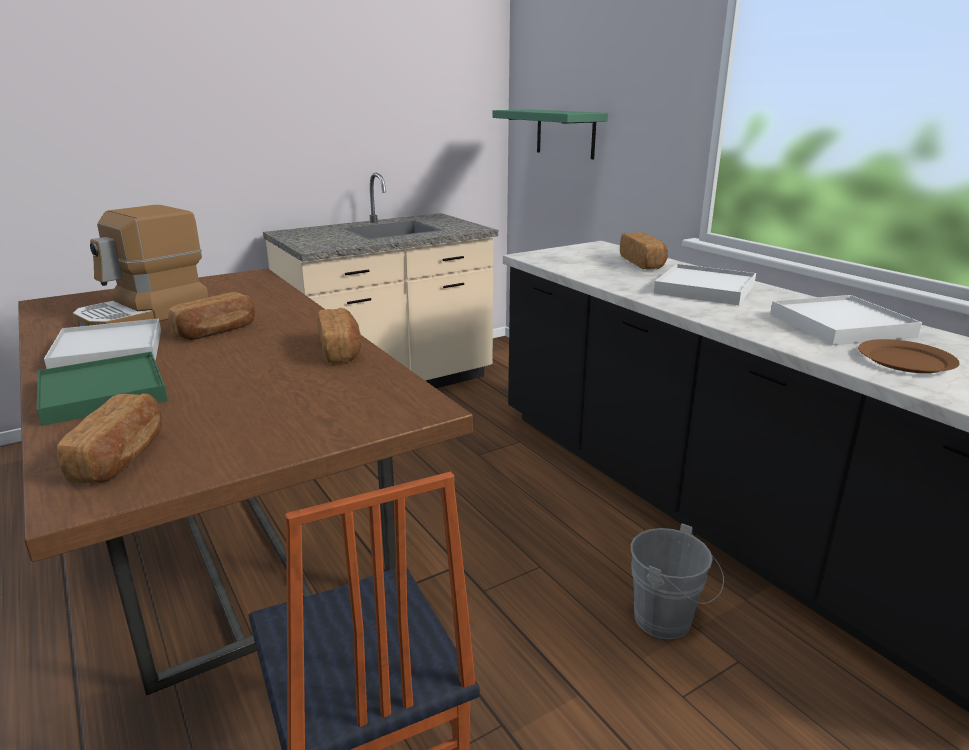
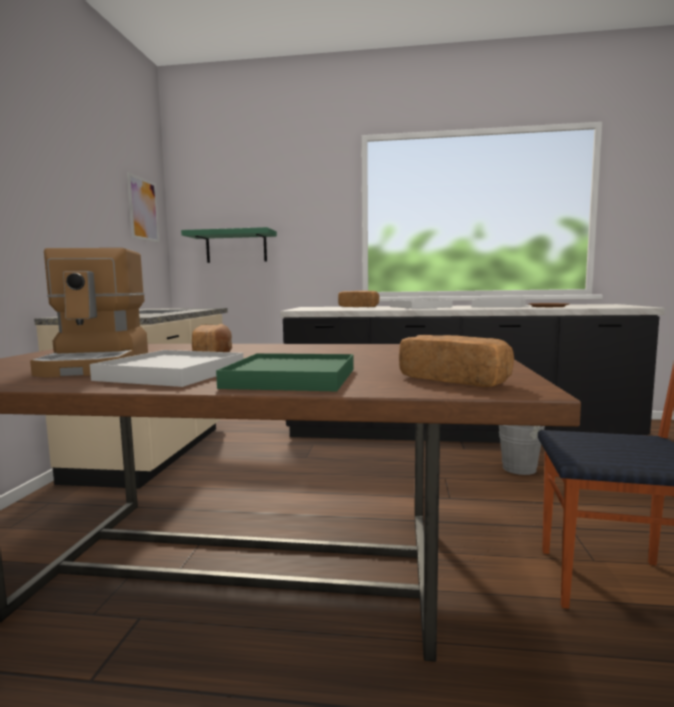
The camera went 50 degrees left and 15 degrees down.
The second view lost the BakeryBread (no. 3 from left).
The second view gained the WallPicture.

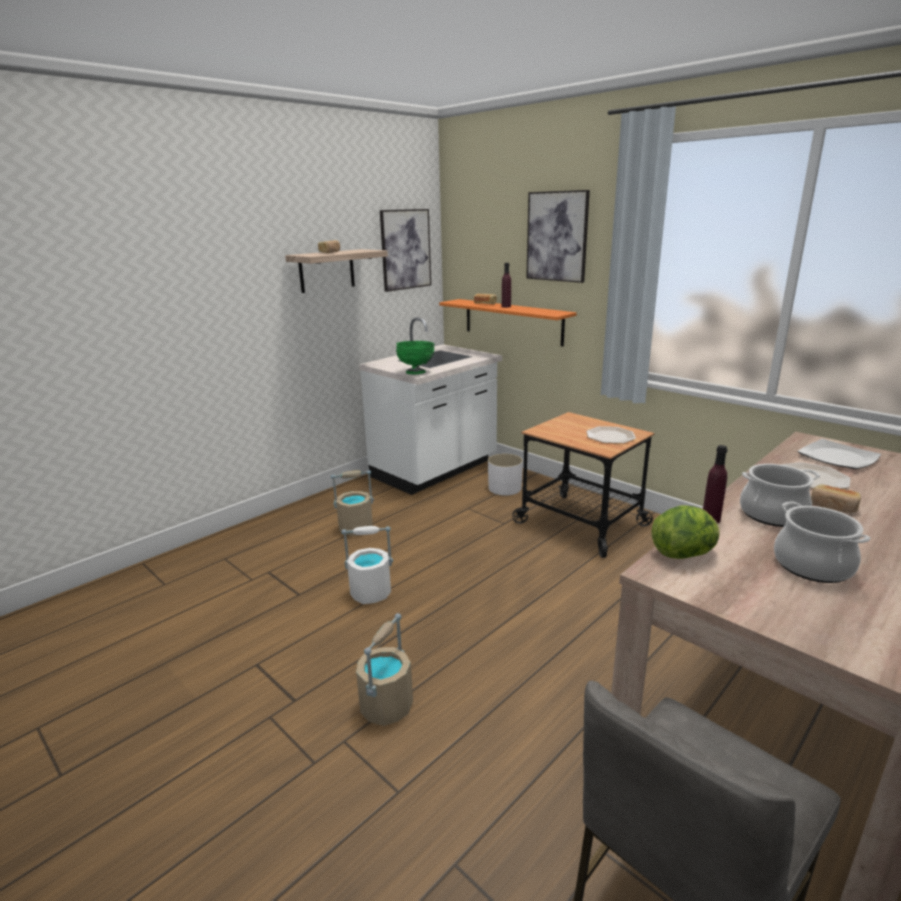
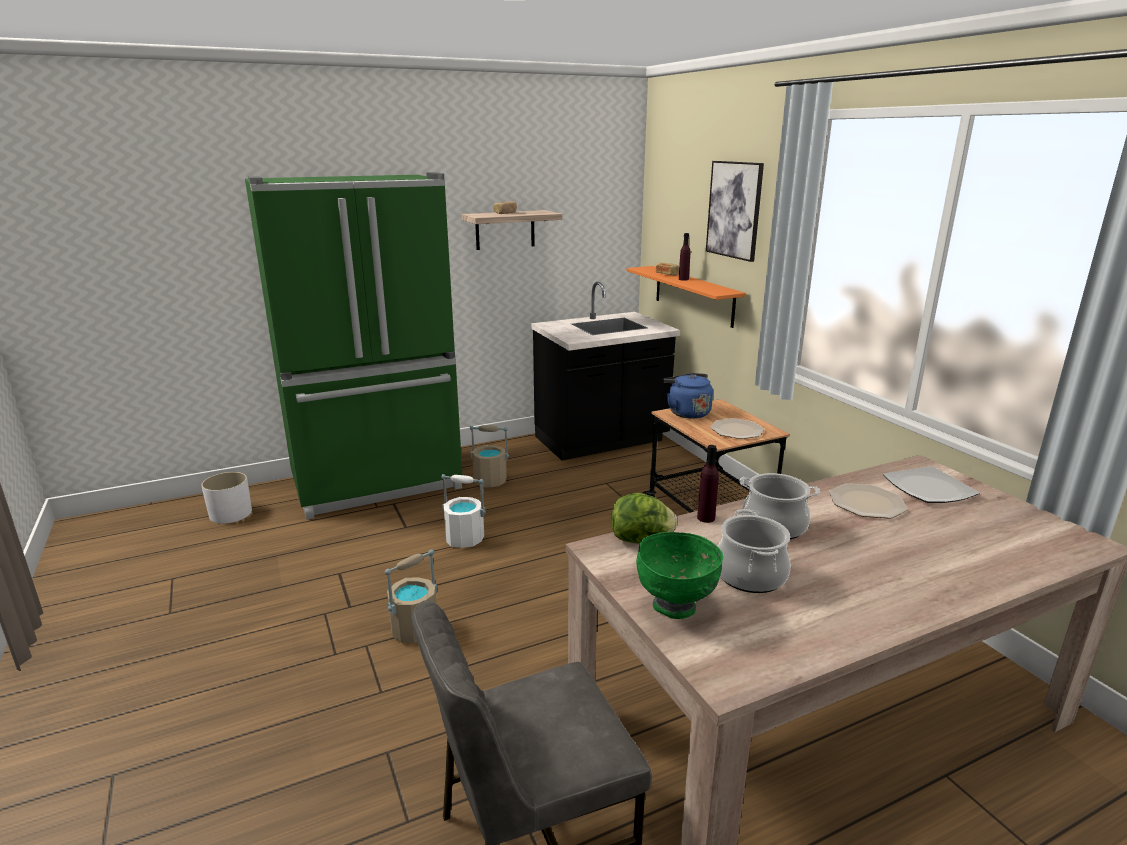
The camera went 20 degrees right and 0 degrees up.
What was the WhiteKitchenCounter turned into the BlackColouredKitchenCounter.
The second view lost the WallPicture (no. 1 from left).
The GreenishDeepDish ended up elsewhere.
The WhiteFlowerPot ended up elsewhere.
The second view lost the BakeryBread (no. 3 from left).
The second view gained the GreenishFridge.
The second view gained the BlueKettle.

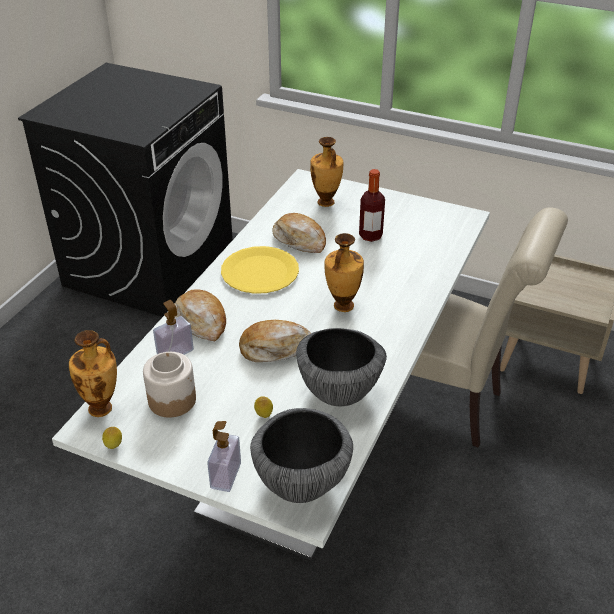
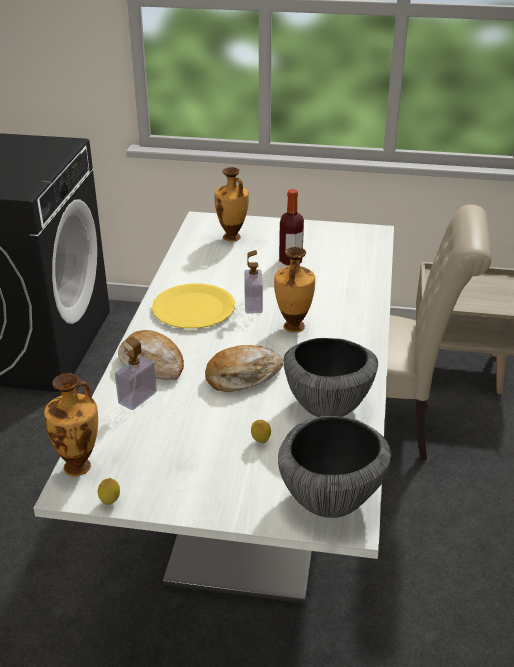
The camera went 15 degrees left and 5 degrees down.
The second view lost the StorageJar.
The LiquidSoapBottle (no. 2 from left) ended up elsewhere.
The second view lost the BakeryBread (no. 3 from left).

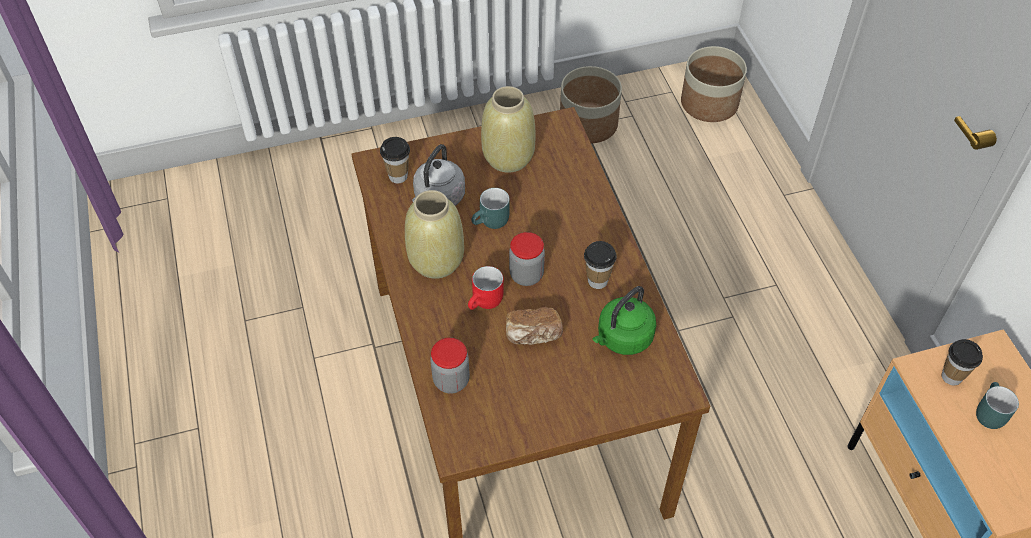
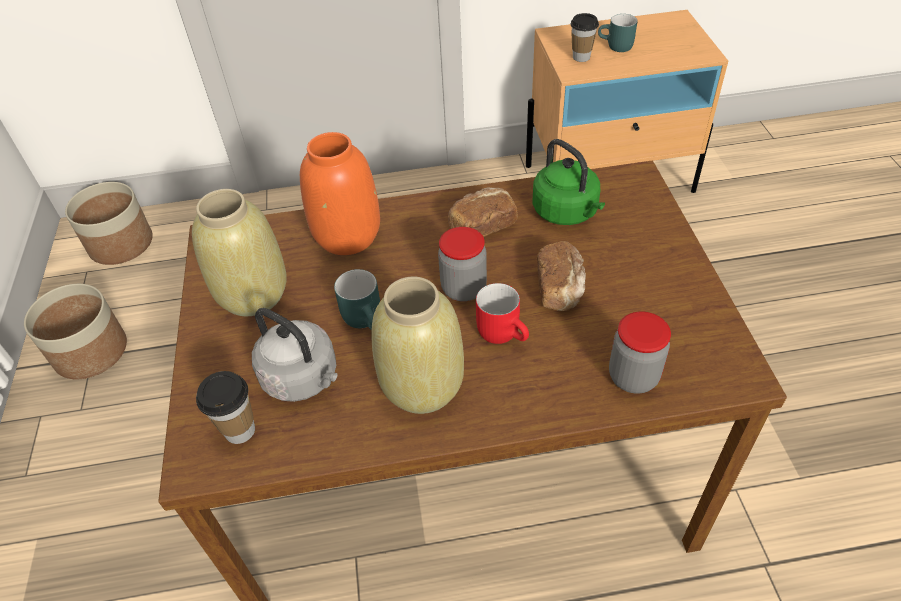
The camera went 80 degrees left and 5 degrees down.
Where the Cup (no. 2 from left) stood, the BakeryBread (no. 1 from left) came to stand.
The second view gained the OrangeFlowerVase.

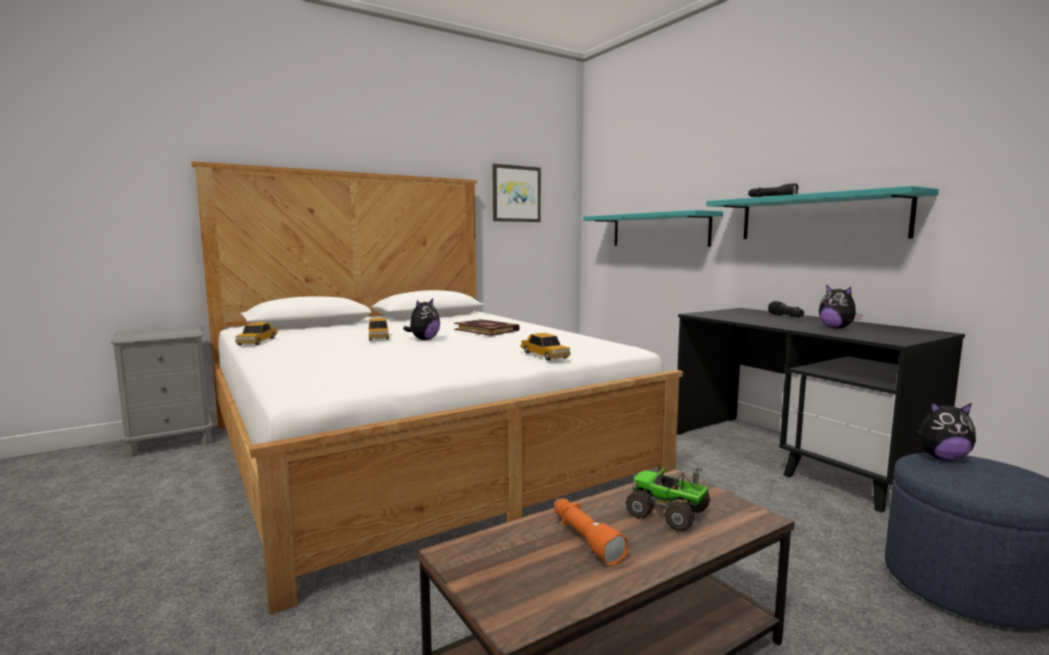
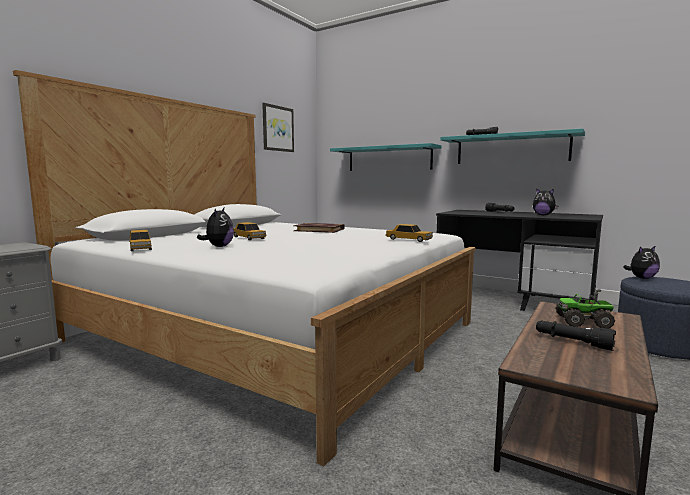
The camera went 25 degrees left and 0 degrees up.
The PlushToy (no. 1 from left) ended up elsewhere.
What was the OrangeTorch turned into the BlackColouredTorch (no. 3 from left).

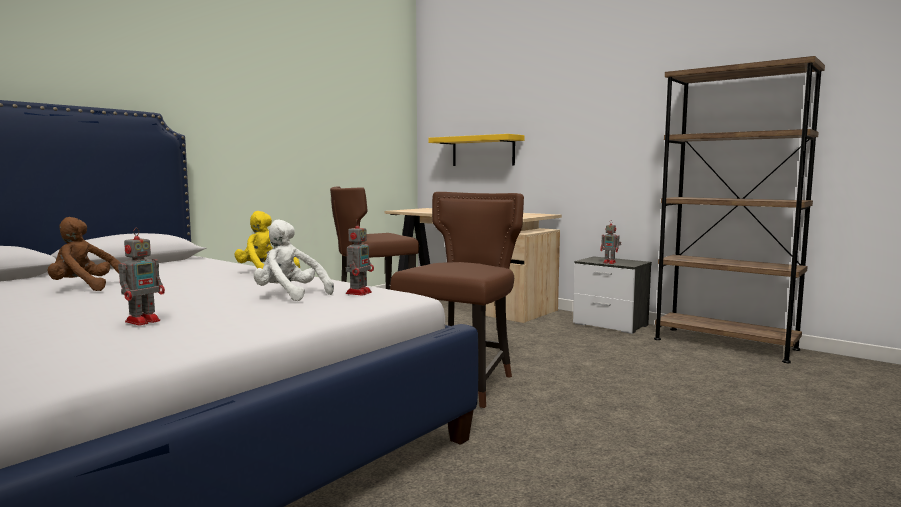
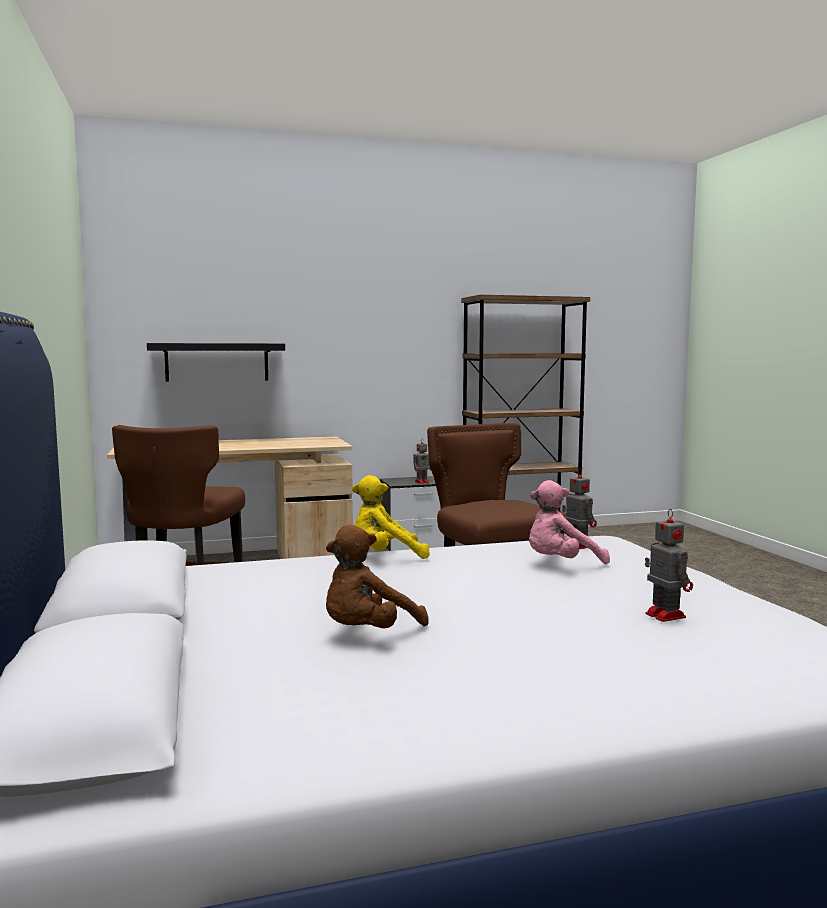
The camera went 55 degrees left and 0 degrees up.
What was the WhitePlushToy turned into the PinkishPlushToy.
What was the YellowColouredShelf turned into the BlackColouredShelf.

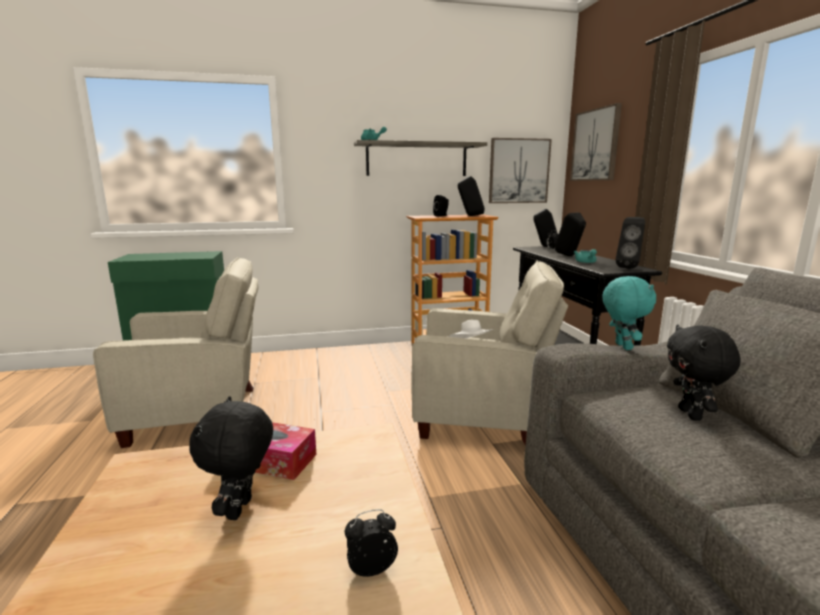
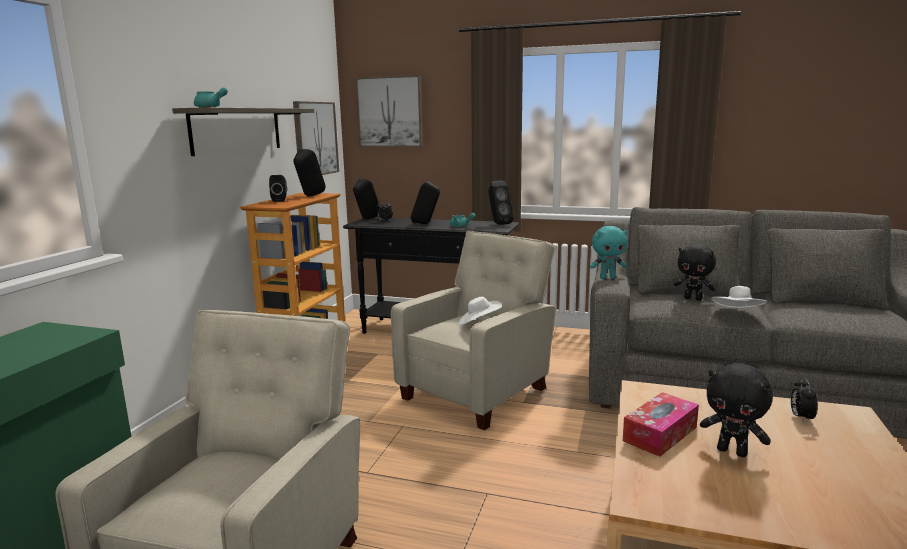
The camera went 60 degrees left and 0 degrees up.
The BlueGreenPlushToy ended up facing another way, 150 degrees clockwise from before.
The second view gained the WhiteClothingHat (no. 2 from left).

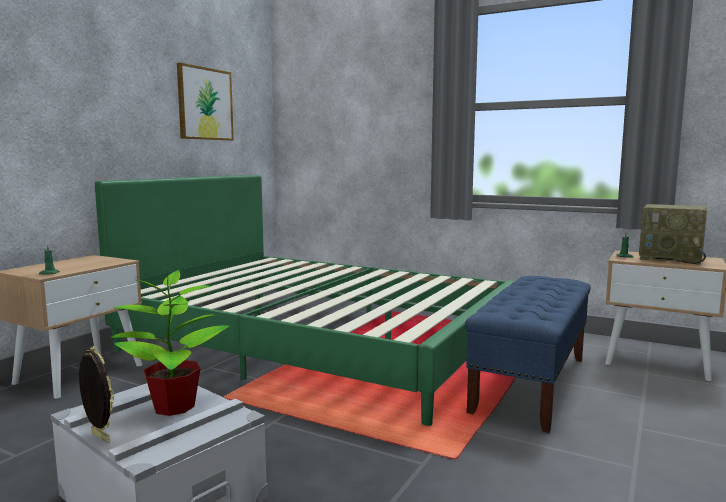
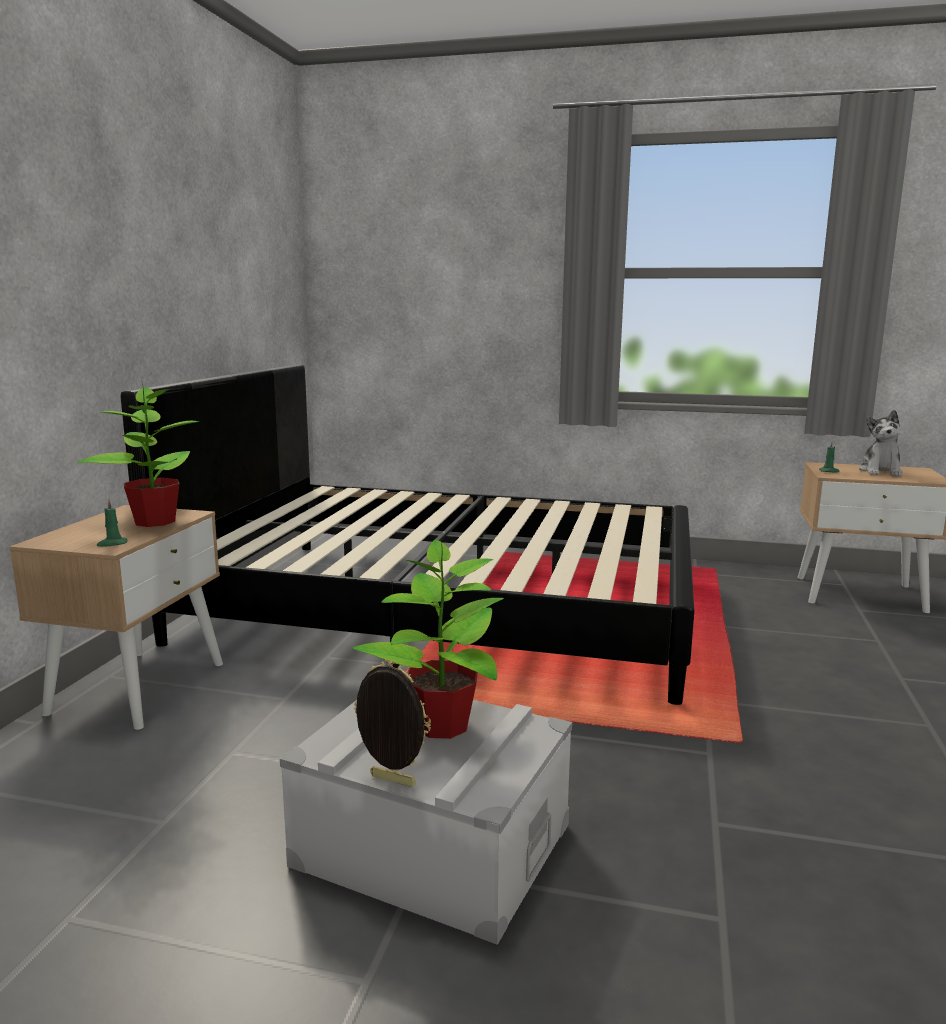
The camera went 15 degrees left and 5 degrees up.
What was the GreenishBedroomBed turned into the BlackColouredBedroomBed.
The second view lost the WallPicture.
The second view lost the BlueLongSeat.
Where the RadioReceiver stood, the PlushToy came to stand.
The second view gained the PlantInAPot (no. 1 from left).

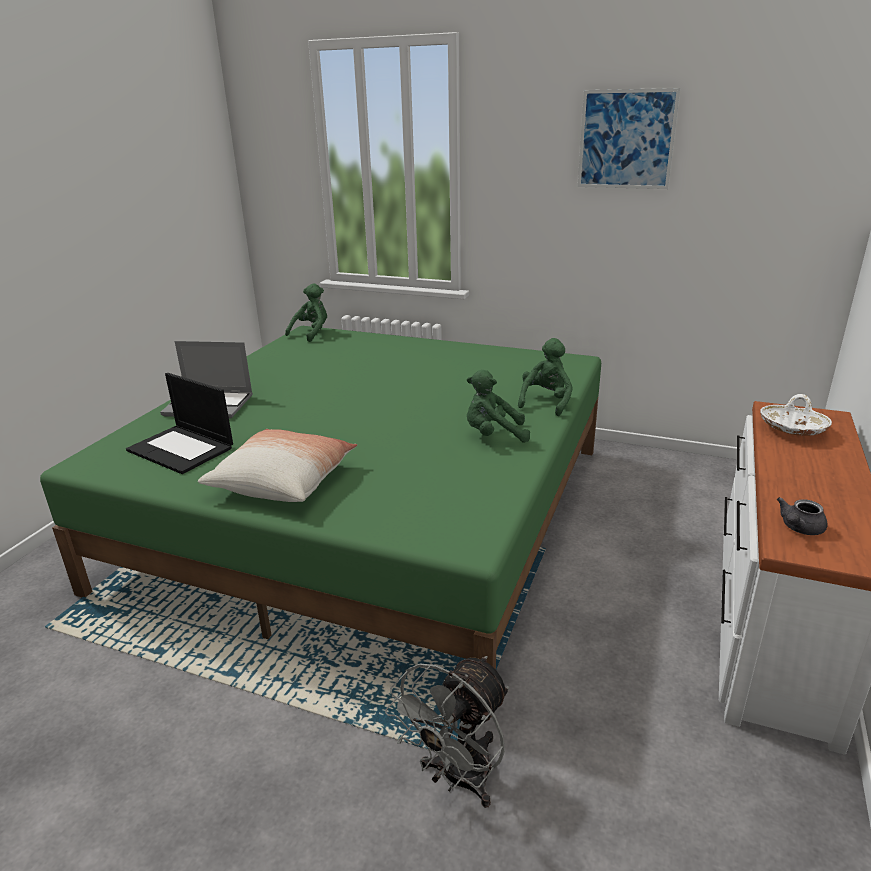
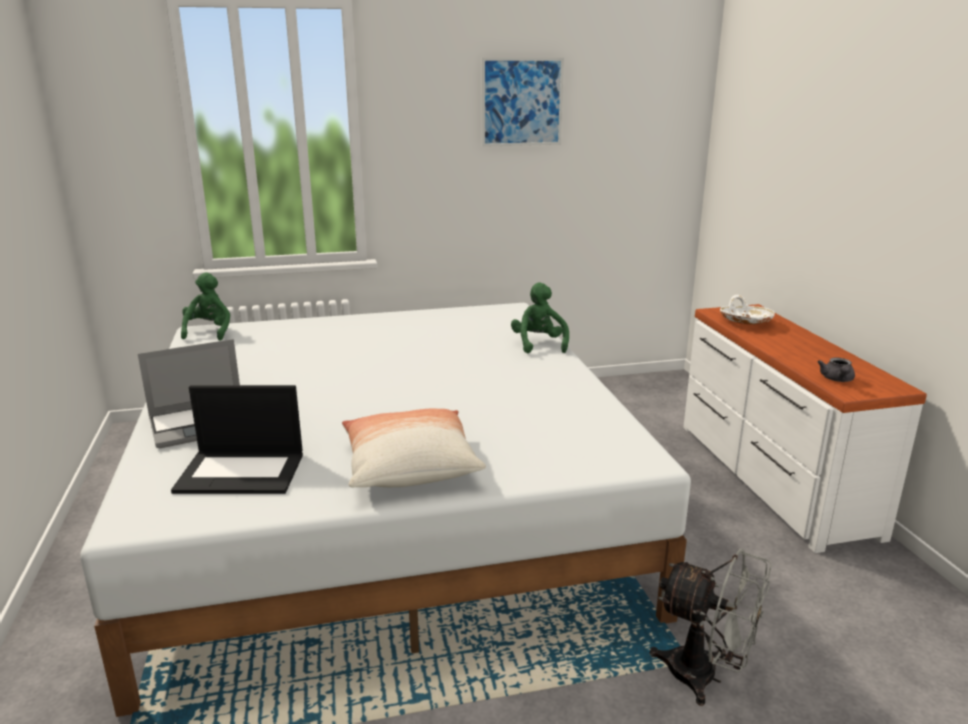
The camera went 35 degrees left and 5 degrees down.
What was the GreenishBedroomBed turned into the WhiteBedroomBed.
The GreyFan ended up facing another way, 60 degrees counterclockwise from before.
The second view lost the GreenishPlushToy (no. 2 from left).

